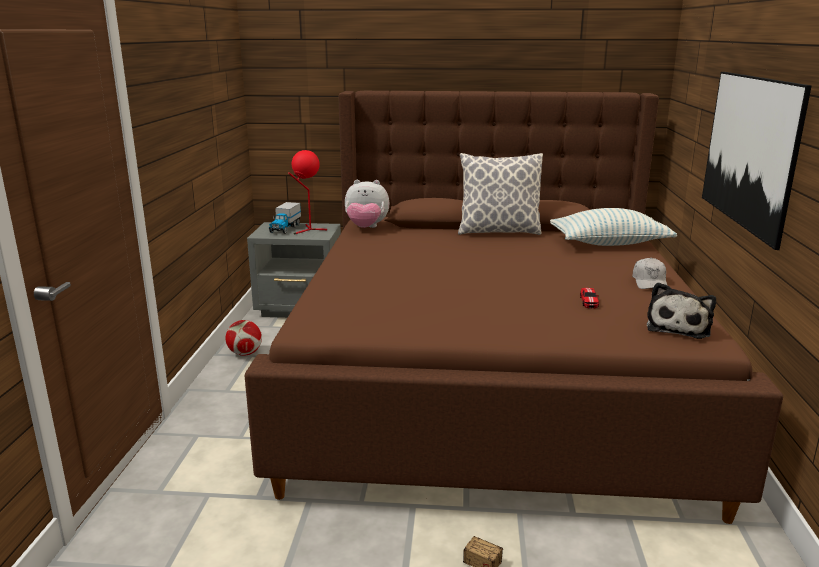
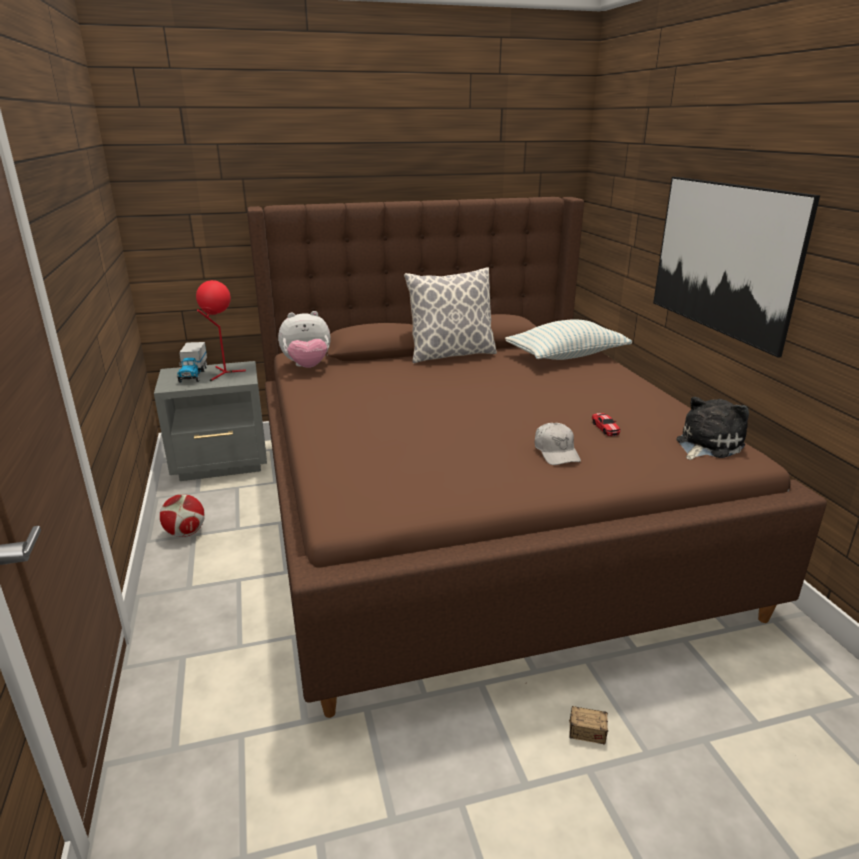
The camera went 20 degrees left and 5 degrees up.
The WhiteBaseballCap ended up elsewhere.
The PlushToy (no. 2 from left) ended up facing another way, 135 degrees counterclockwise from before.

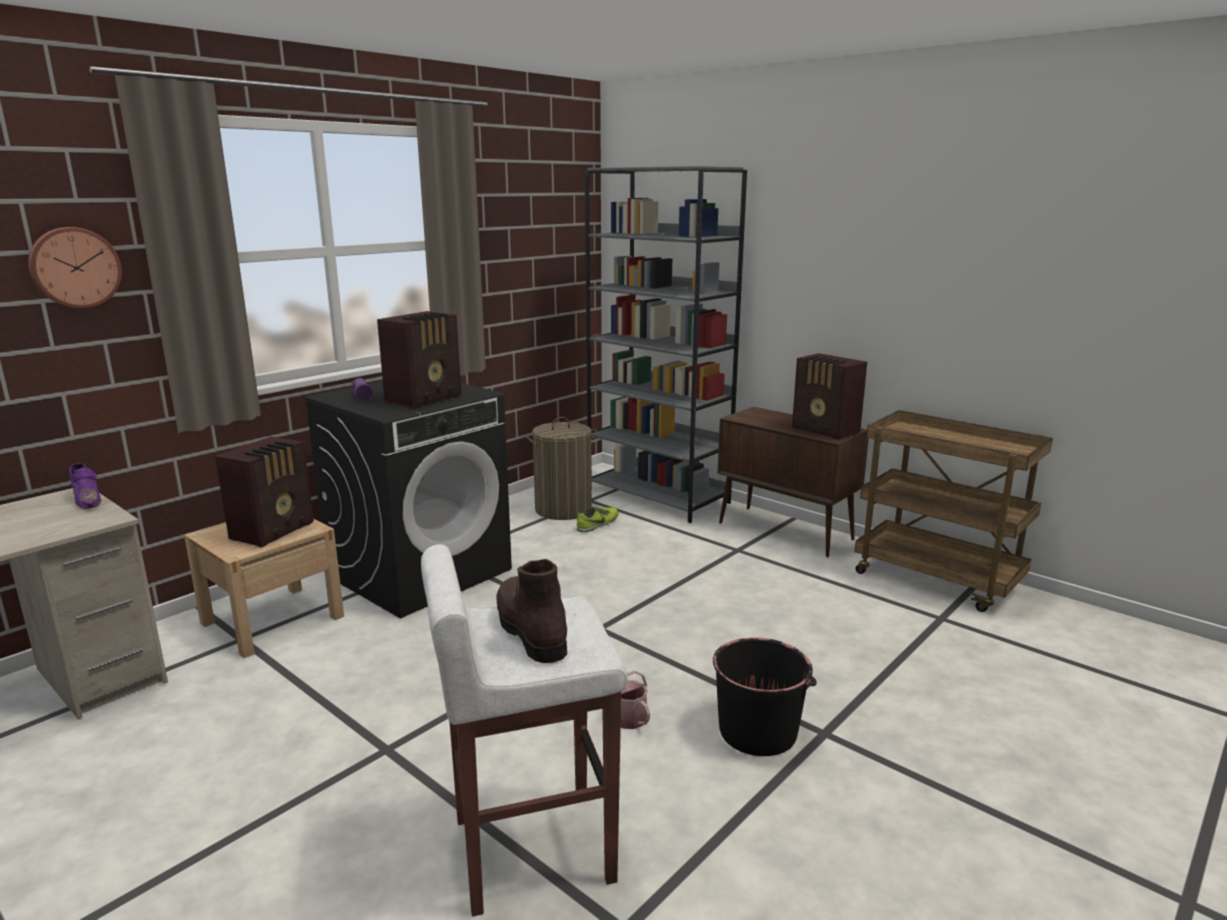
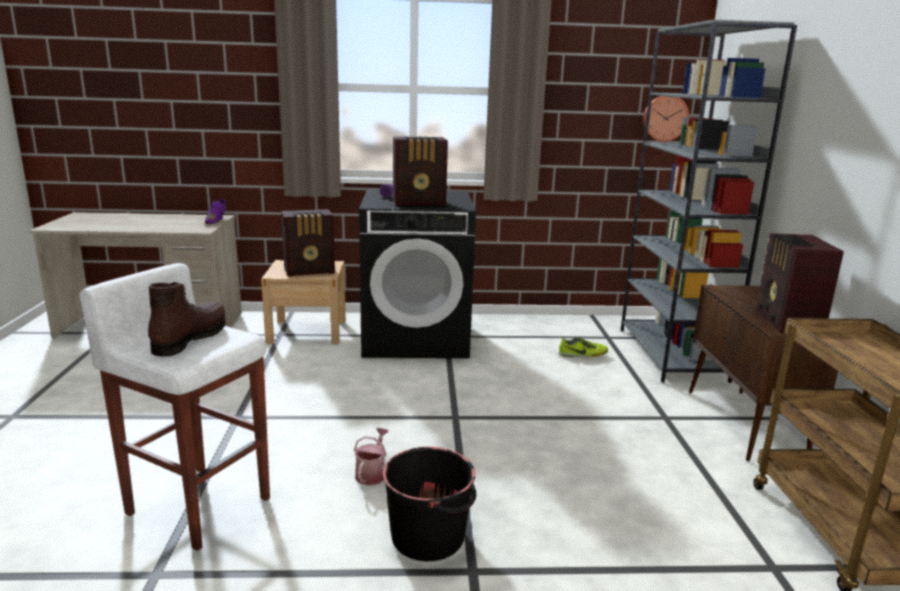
The camera went 45 degrees right and 0 degrees up.
The WallClock ended up elsewhere.
The second view lost the WashingBasket.

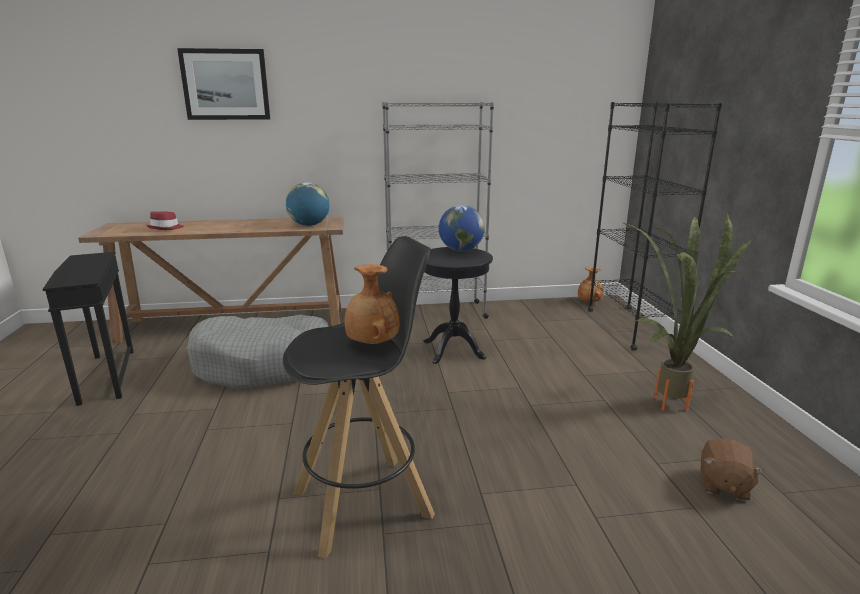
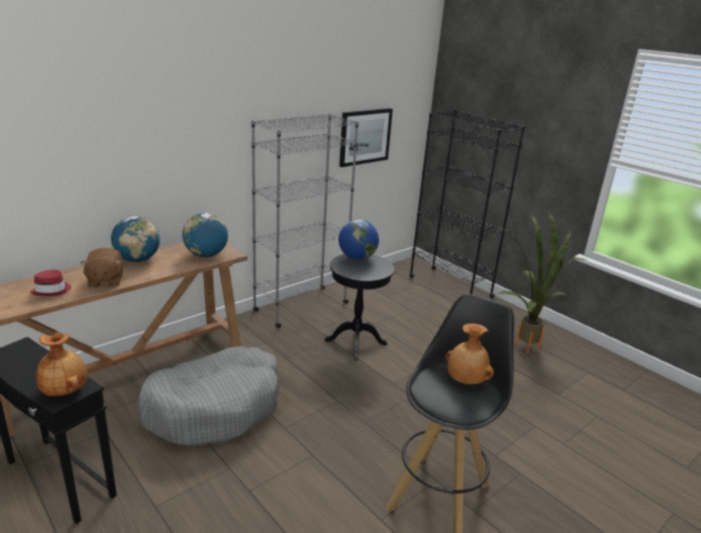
The camera went 35 degrees left and 5 degrees up.
The WallPicture ended up elsewhere.
The BrownColouredFlowerVase (no. 2 from left in the first image) ended up elsewhere.
The BrownColouredPlushToy ended up elsewhere.
The second view gained the Globe (no. 1 from left).

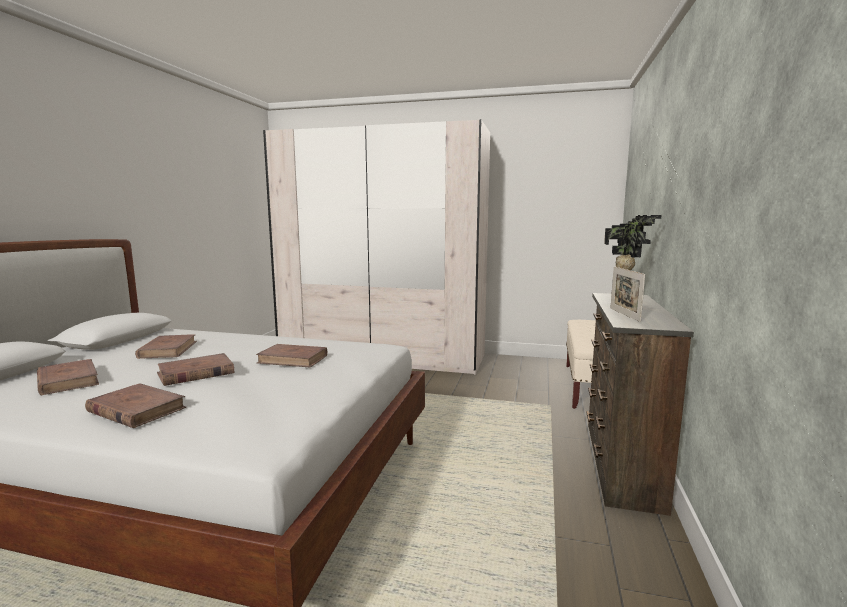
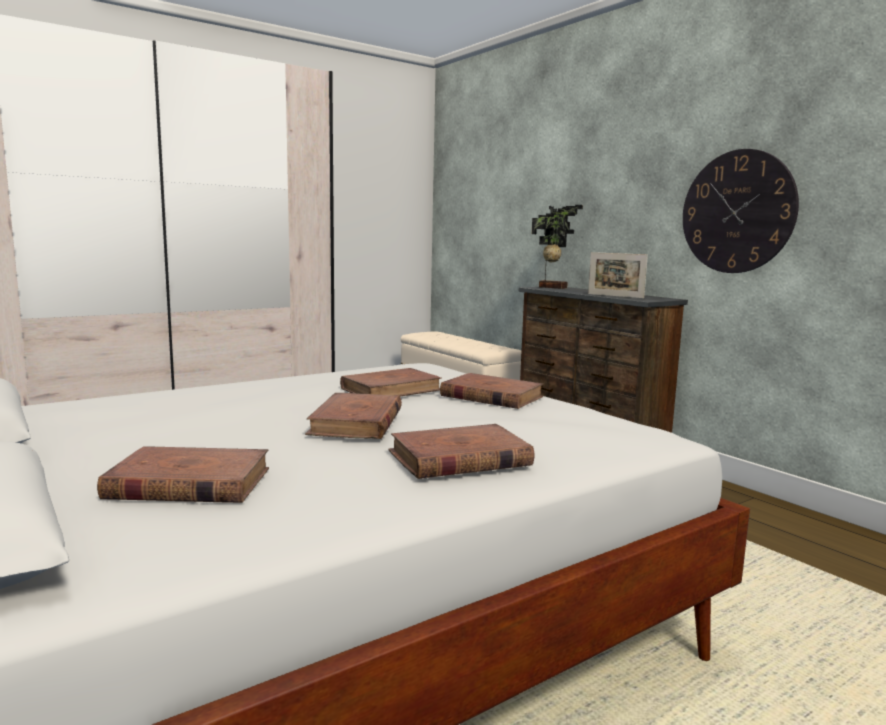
The camera went 50 degrees left and 0 degrees up.
The BrownColouredBook (no. 3 from left in the first image) ended up elsewhere.
The second view gained the WallClock.

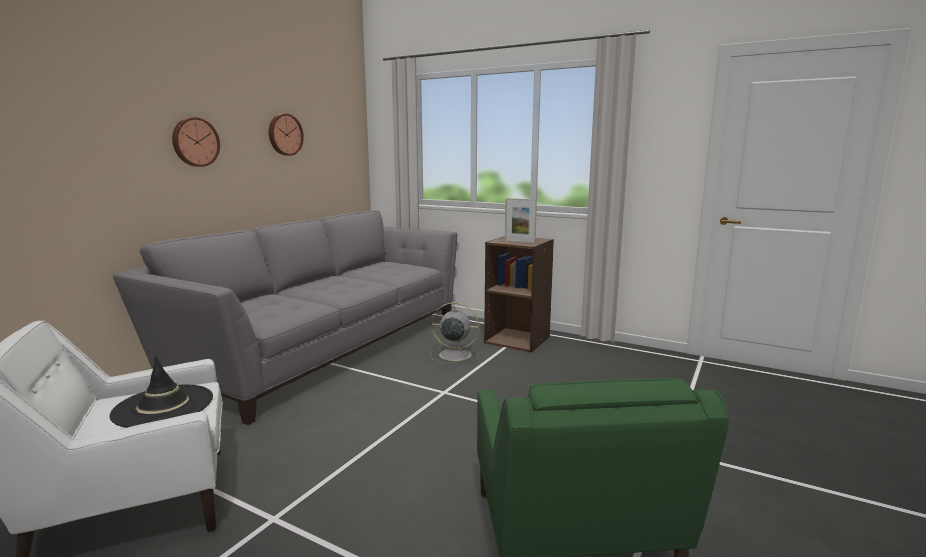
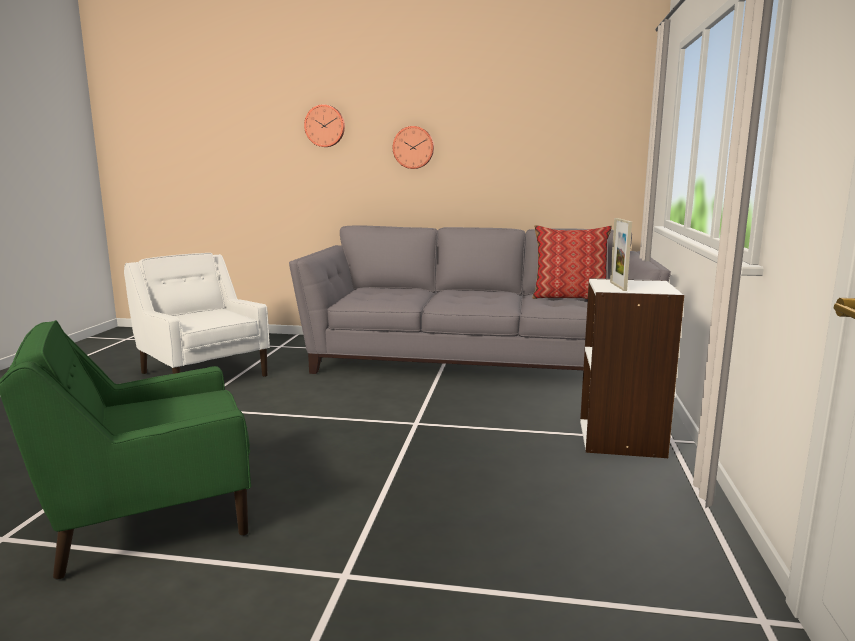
The camera went 70 degrees right and 0 degrees up.
The second view lost the BlackColouredClothingHat.
The WallClock (no. 2 from left in the first image) ended up elsewhere.
The second view lost the GreyFan.
What was the BrownColouredBookcase turned into the WhiteBookcase.
The second view gained the Cushion.

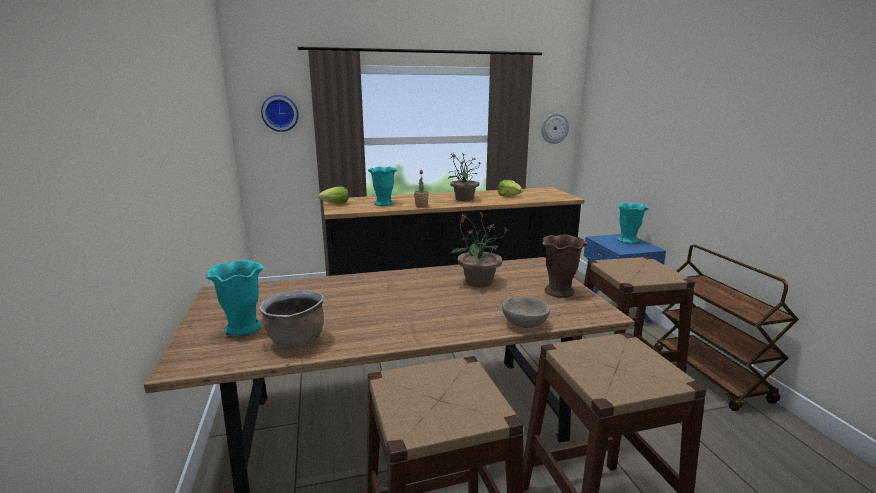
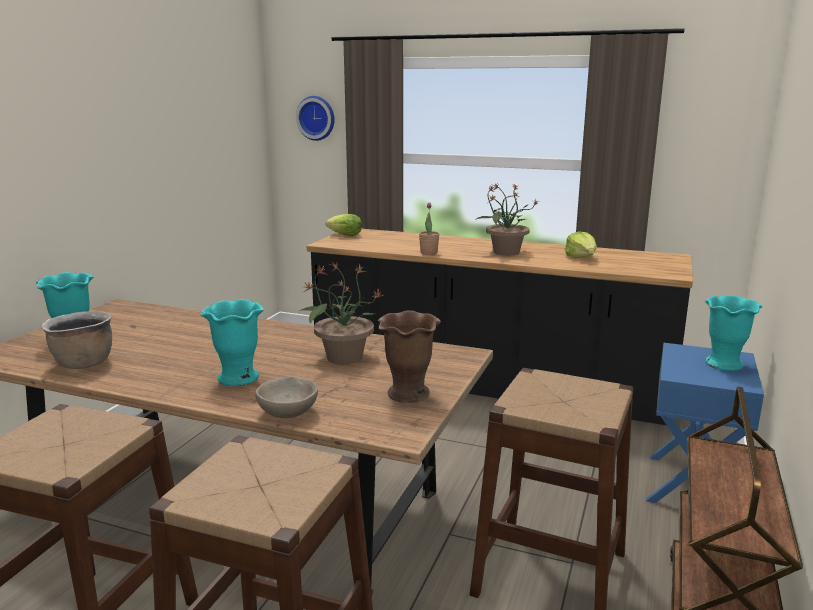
The camera went 35 degrees right and 0 degrees up.
The BlueGreenFlowerVase (no. 2 from left) ended up elsewhere.
The second view lost the WallClock (no. 2 from left).

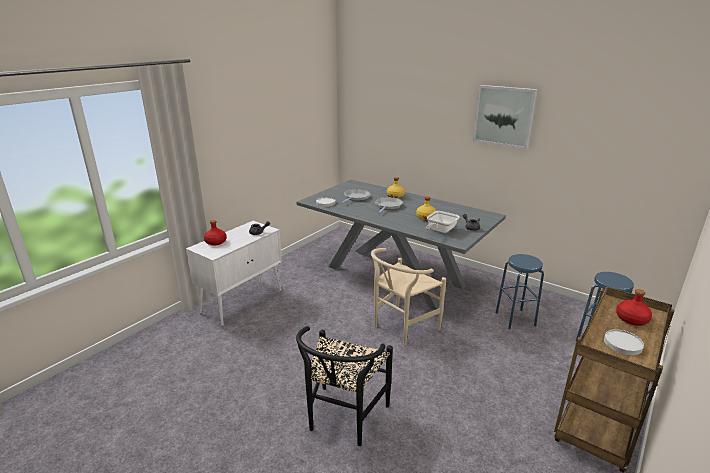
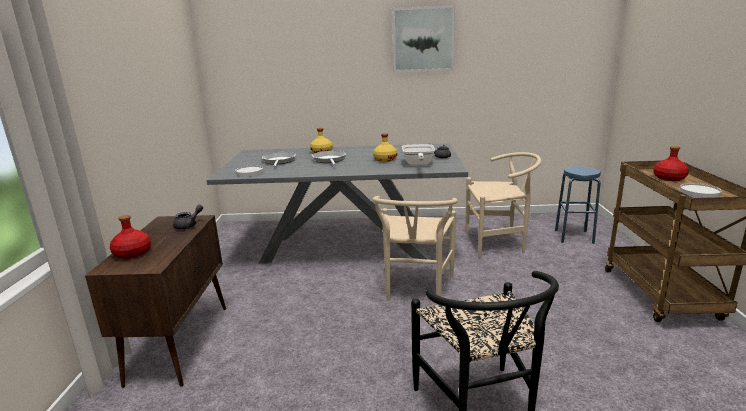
The camera went 35 degrees left and 5 degrees down.
What was the WhiteCupboard turned into the BrownColouredCupboard.
Where the BlueStool (no. 1 from left) stood, the BeigeColouredChair (no. 2 from left) came to stand.

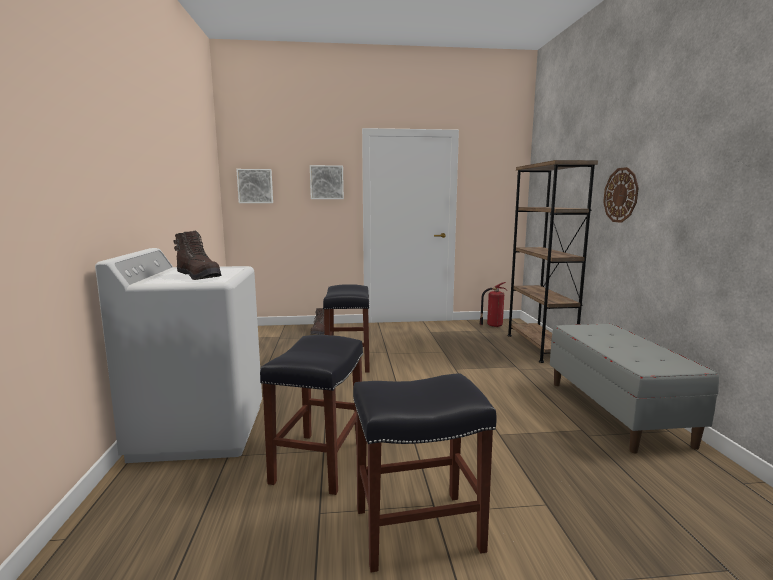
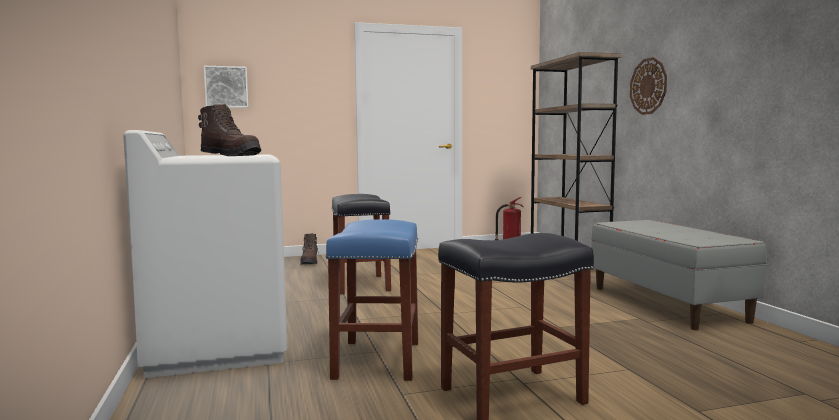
The camera went 10 degrees left and 5 degrees down.
What was the BlackColouredStool (no. 1 from left) turned into the BlueStool.
The second view lost the WallPicture (no. 2 from left).

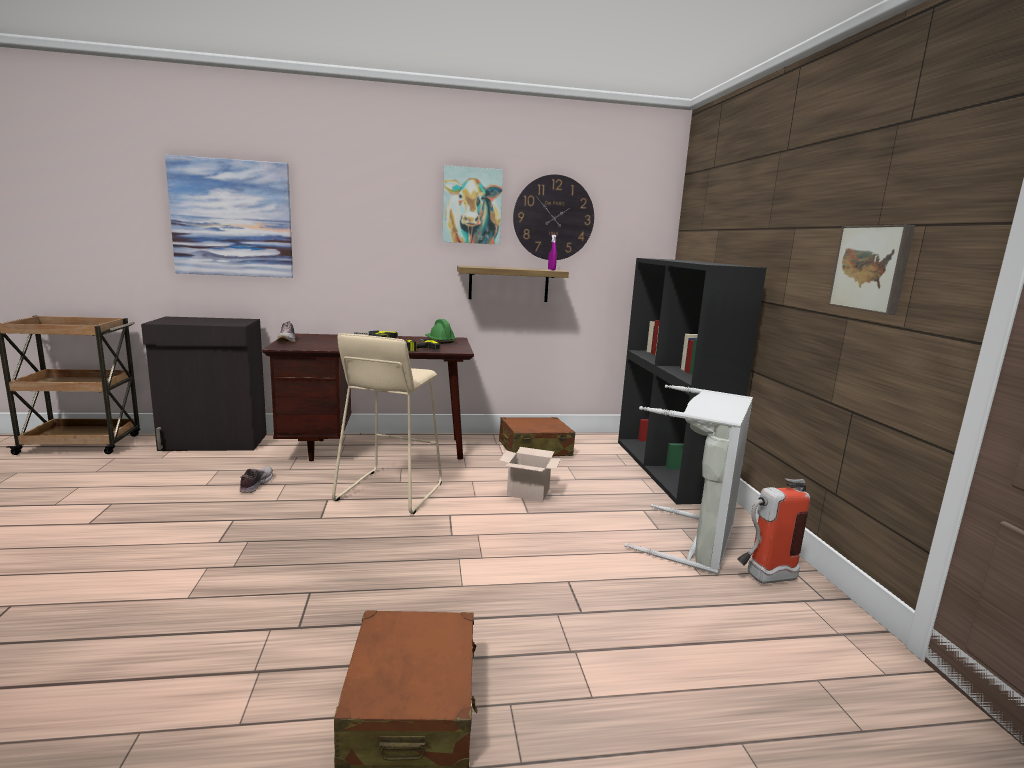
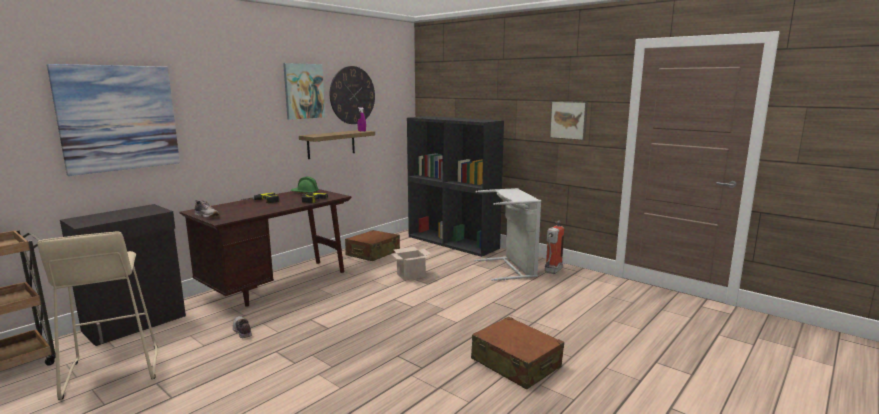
The camera went 40 degrees left and 0 degrees up.
The BeigeColouredStool ended up elsewhere.

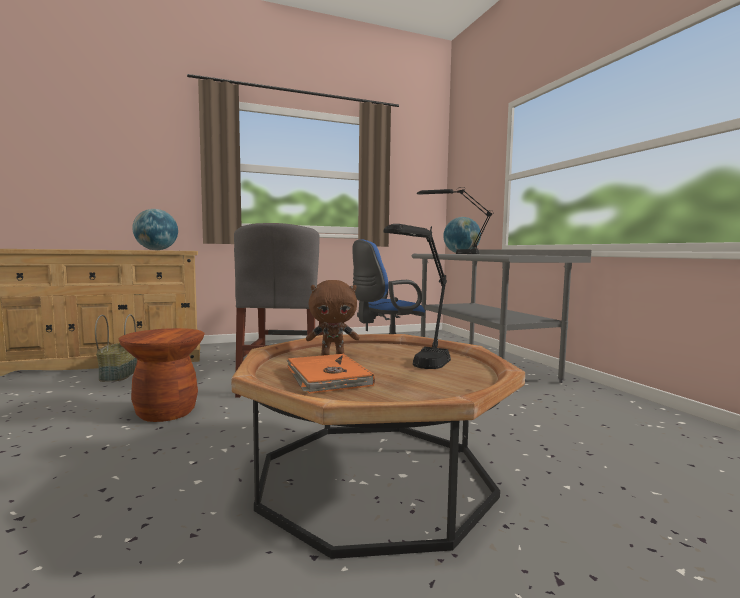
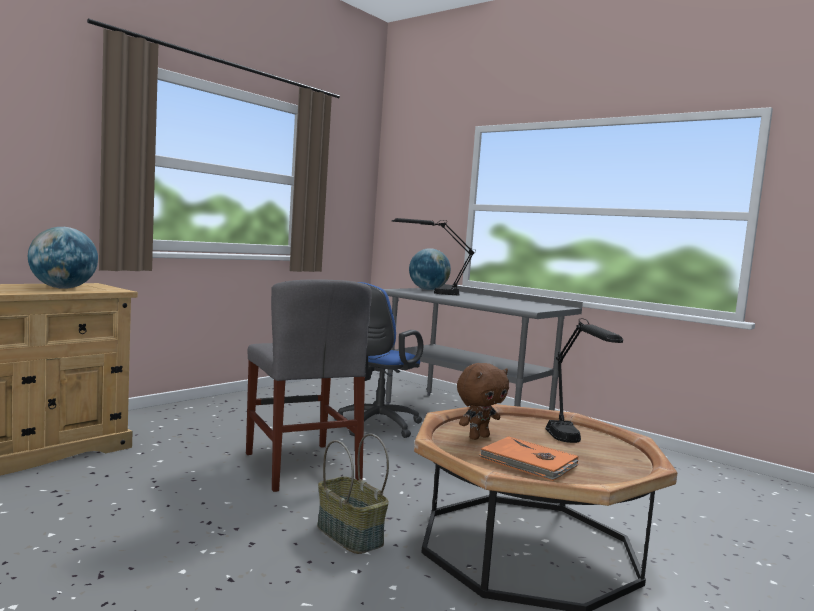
The camera went 30 degrees left and 0 degrees up.
The HouseholdBasket ended up elsewhere.
The second view lost the BrownColouredStool.

